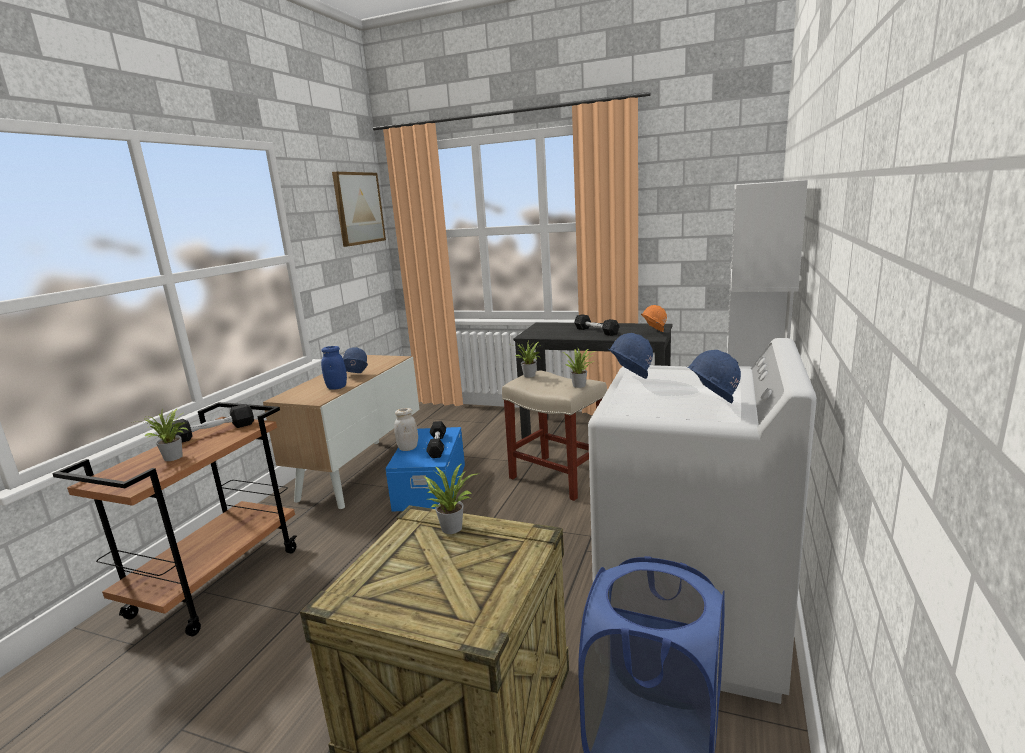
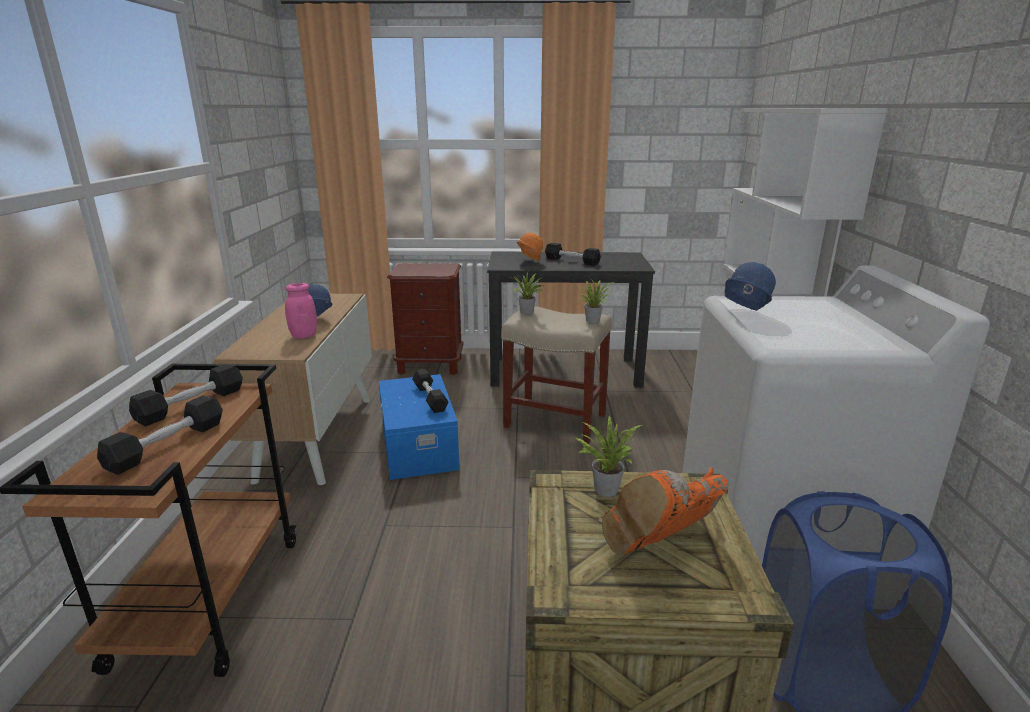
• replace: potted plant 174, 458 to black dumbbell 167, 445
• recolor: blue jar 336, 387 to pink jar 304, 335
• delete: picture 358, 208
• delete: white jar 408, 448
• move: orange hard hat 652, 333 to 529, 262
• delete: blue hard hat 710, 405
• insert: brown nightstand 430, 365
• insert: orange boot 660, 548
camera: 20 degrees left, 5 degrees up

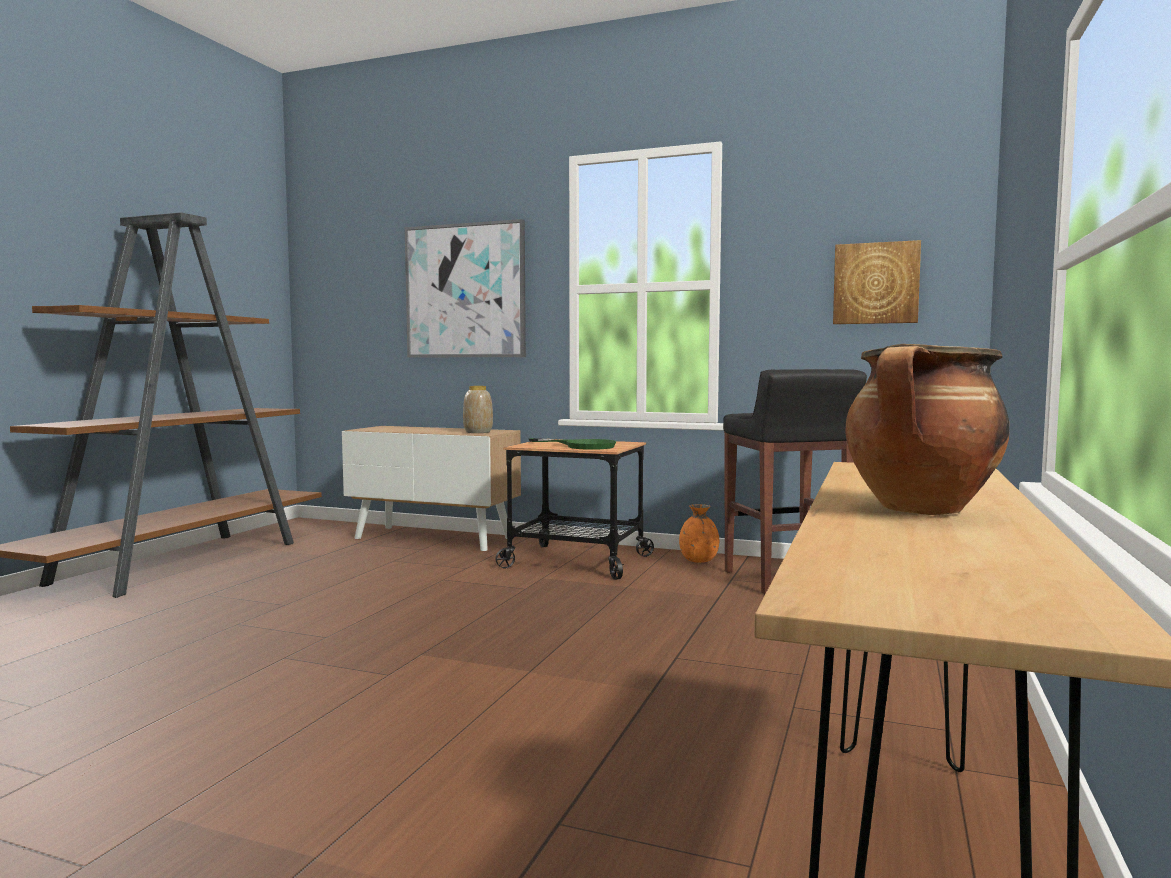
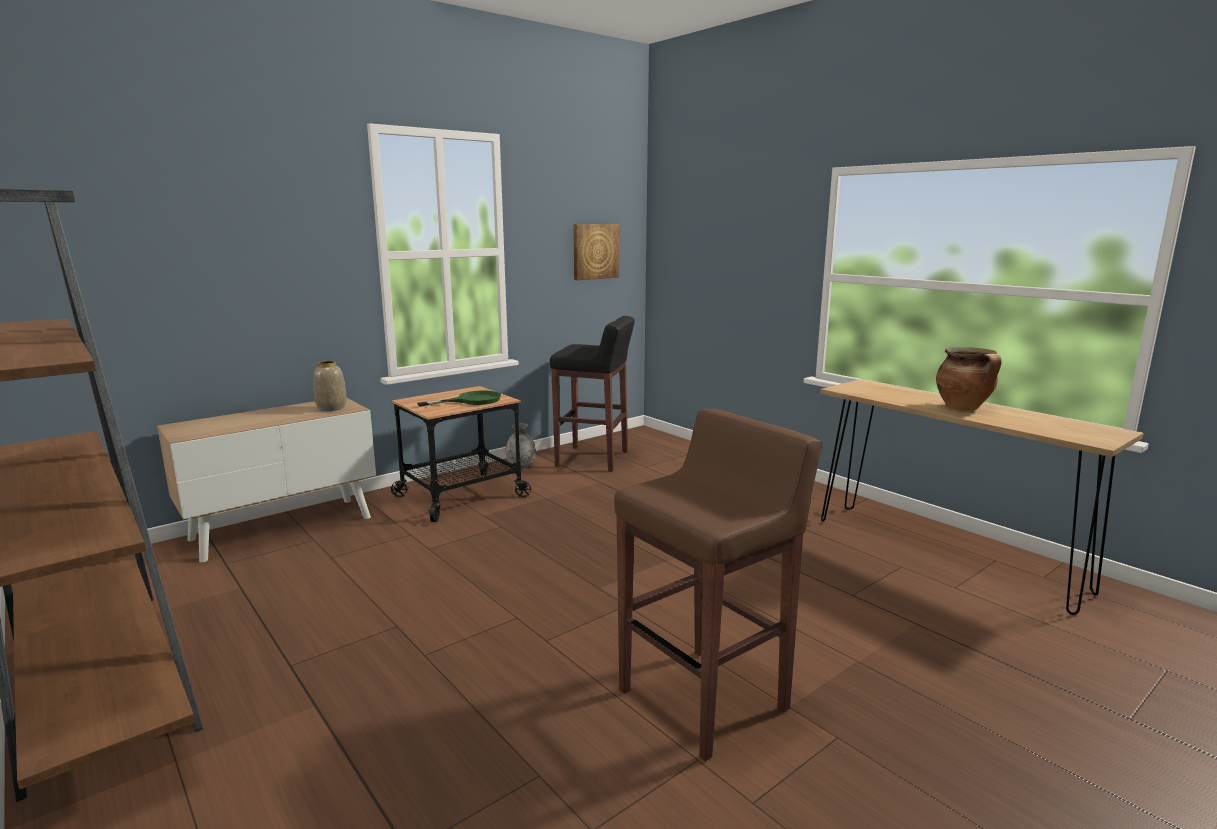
• delete: picture 465, 291
• recolor: orange vase 699, 560 to grey vase 521, 465
• insert: brown stool 705, 699
camera: 60 degrees left, 10 degrees up

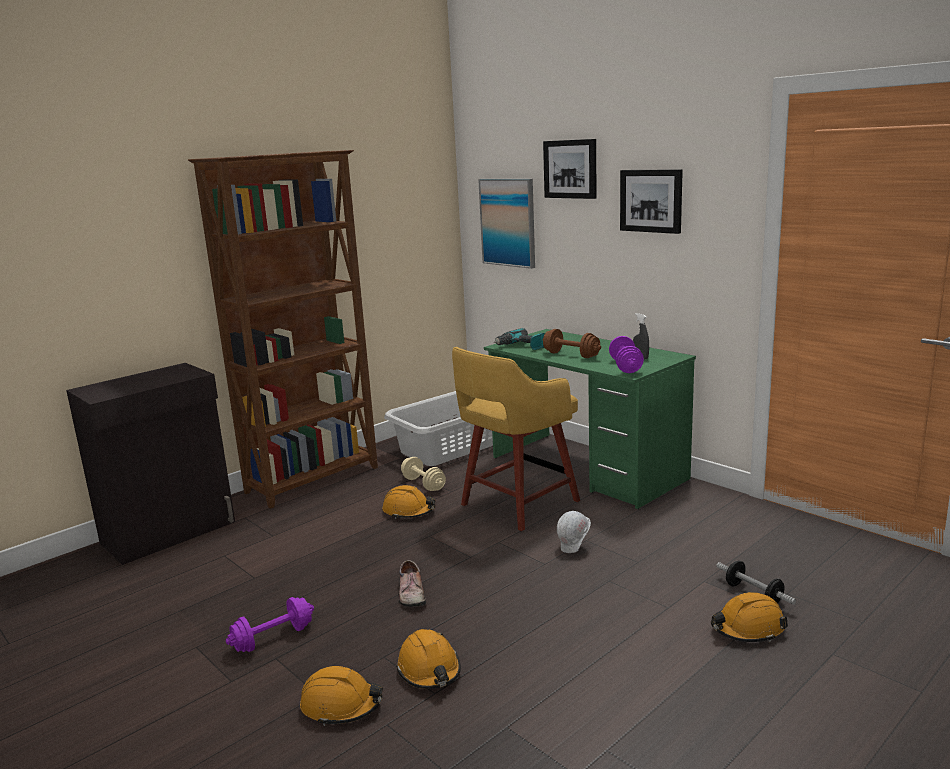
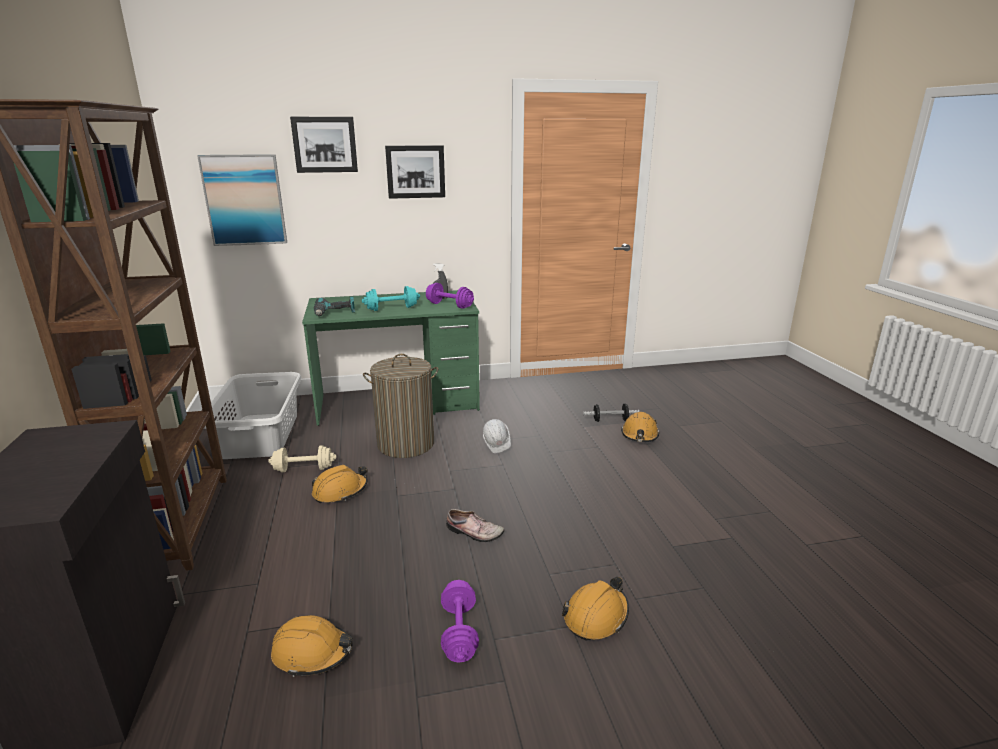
• move: orange hard hat 429, 670 to 312, 653
• replace: yellow stool 516, 504 to laundry basket 405, 444
• recolor: brown dumbbell 571, 355 to turquoise dumbbell 392, 308
camera: 60 degrees left, 5 degrees up

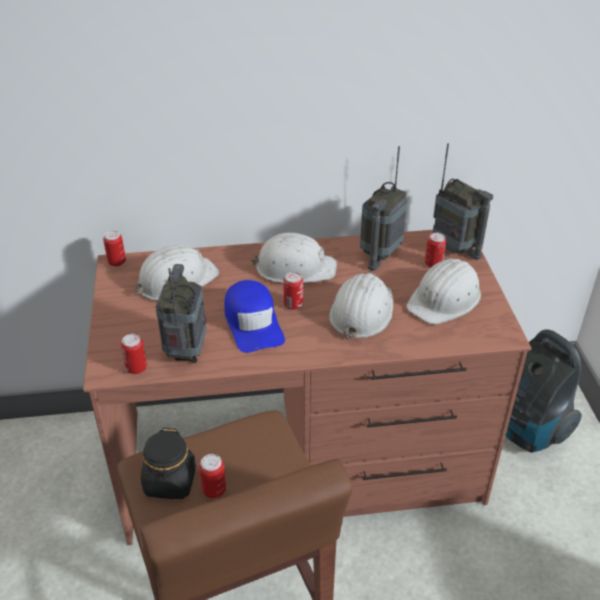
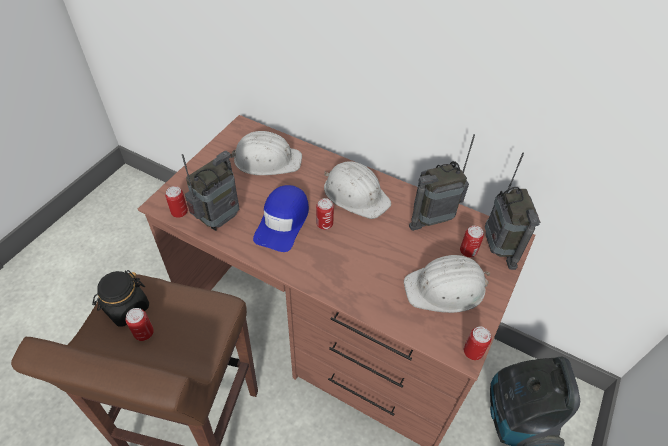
• move: can 117, 262 to 472, 352
• delete: white hard hat 361, 311
camera: 35 degrees right, 10 degrees up

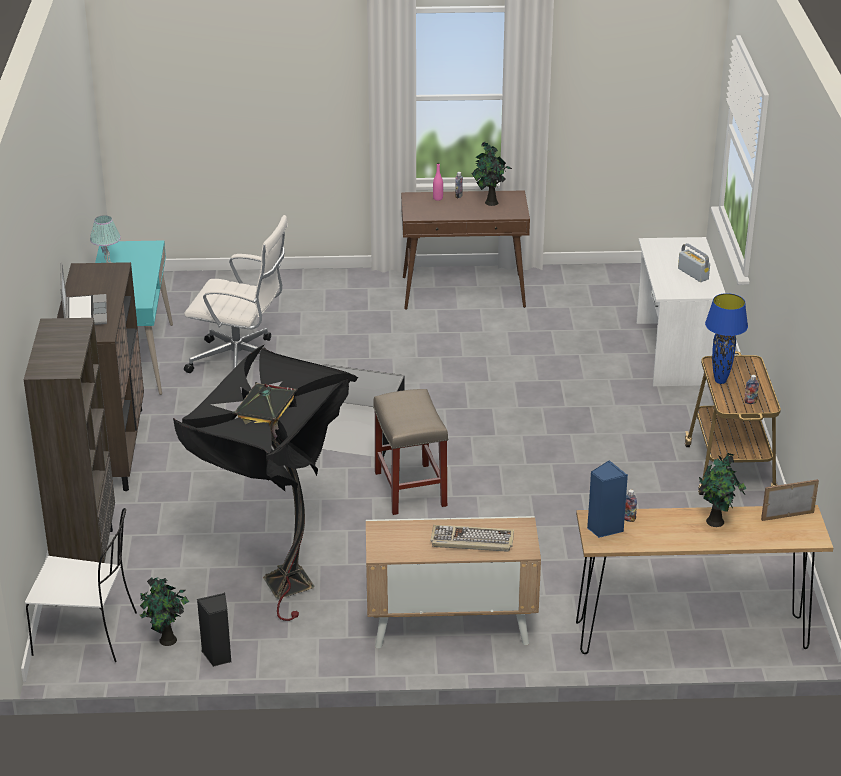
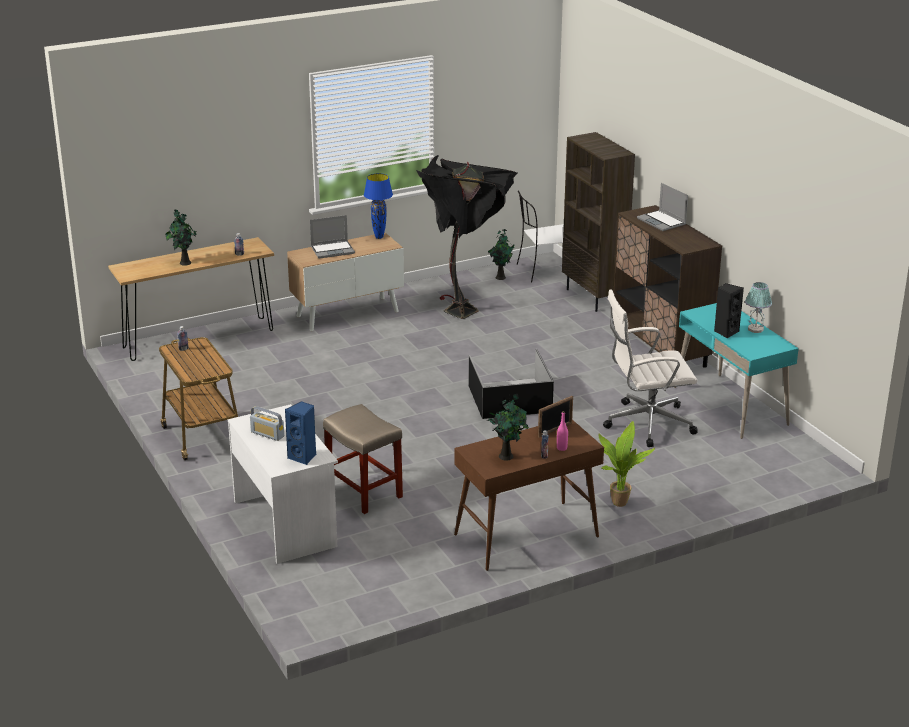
• move: black speaker 218, 656 to 725, 332
• move: beige stool 409, 488 to 365, 492
• replace: keyboard 471, 541 to laptop 333, 250
• move: blue speaker 603, 528 to 303, 457
• move: blue table lamp 720, 381 to 379, 237
• move: picture frame 787, 516 to 555, 430
• insert: potted plant 617, 502
camera: 155 degrees right, 5 degrees down

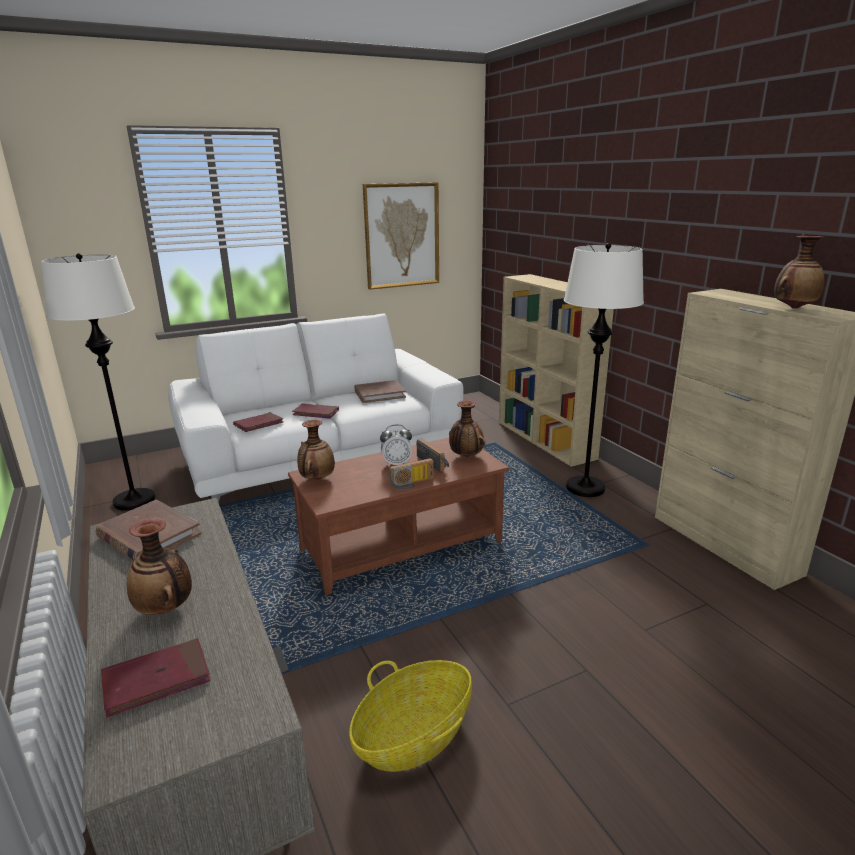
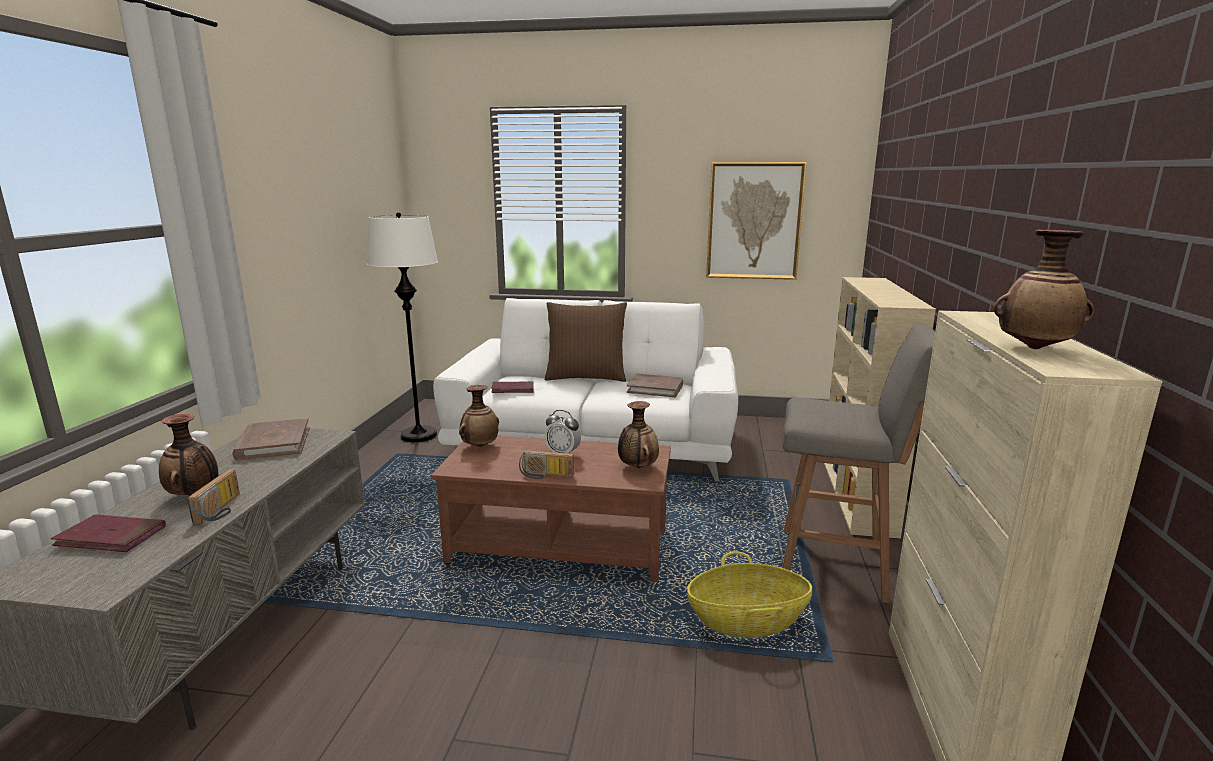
• delete: red book 316, 413
• move: basket 414, 736 to 747, 620
• move: radio 434, 463 to 222, 510
• replace: white floor lamp 585, 488 to grey stool 837, 564
• insert: brown pillow 586, 377
camera: 35 degrees right, 5 degrees down

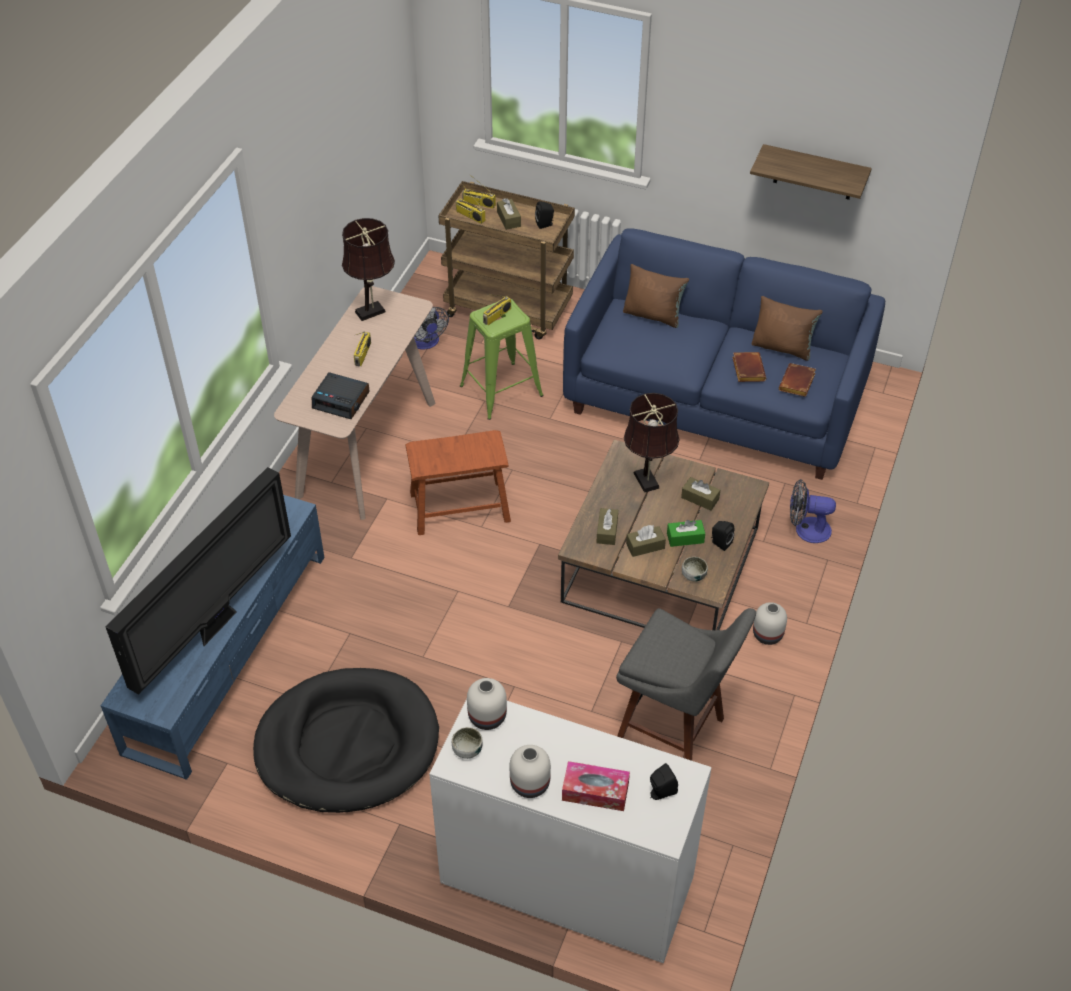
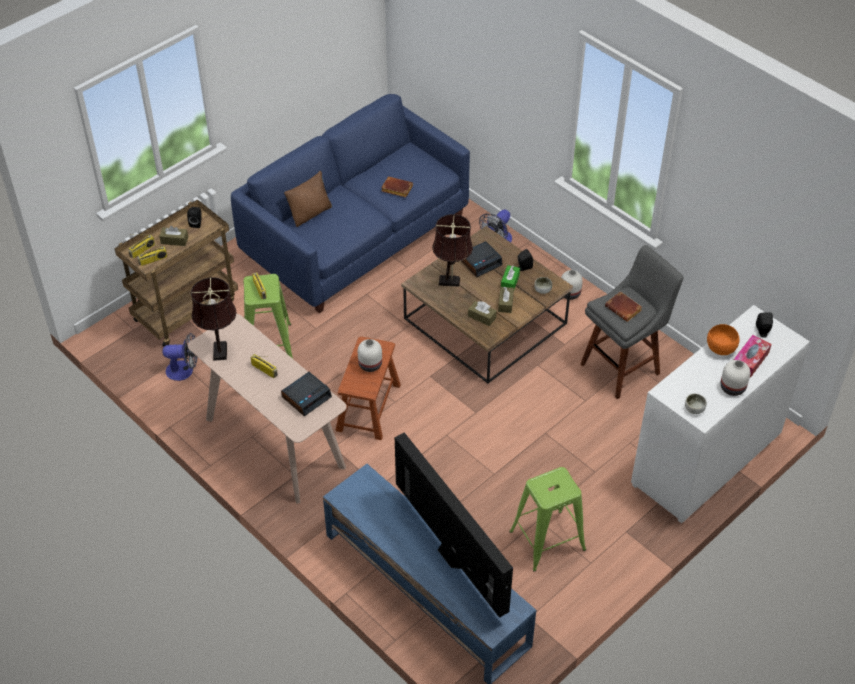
• replace: black dog bed 347, 744 to green stool 548, 540
• move: white vase 487, 716 to 369, 365
• replace: brown tissue box 700, 498 to alarm clock 480, 262
• delete: shelf 814, 173
• delete: brown pillow 782, 347
• move: brown book 797, 384 to 624, 309
• insert: orange bowl 720, 349
camera: 65 degrees left, 0 degrees up

